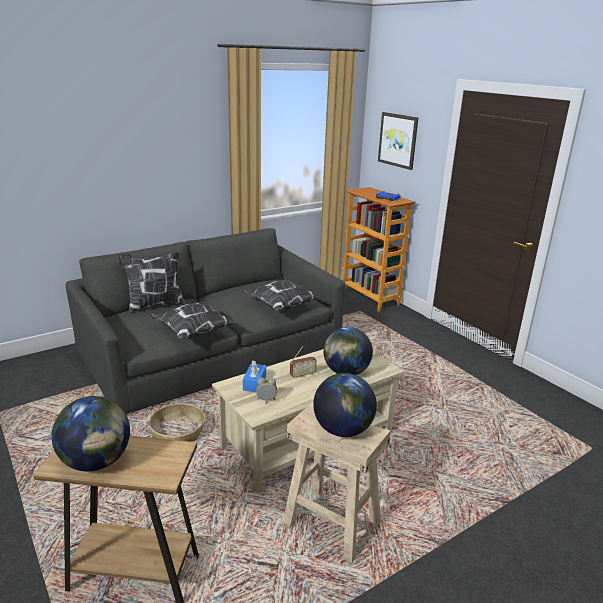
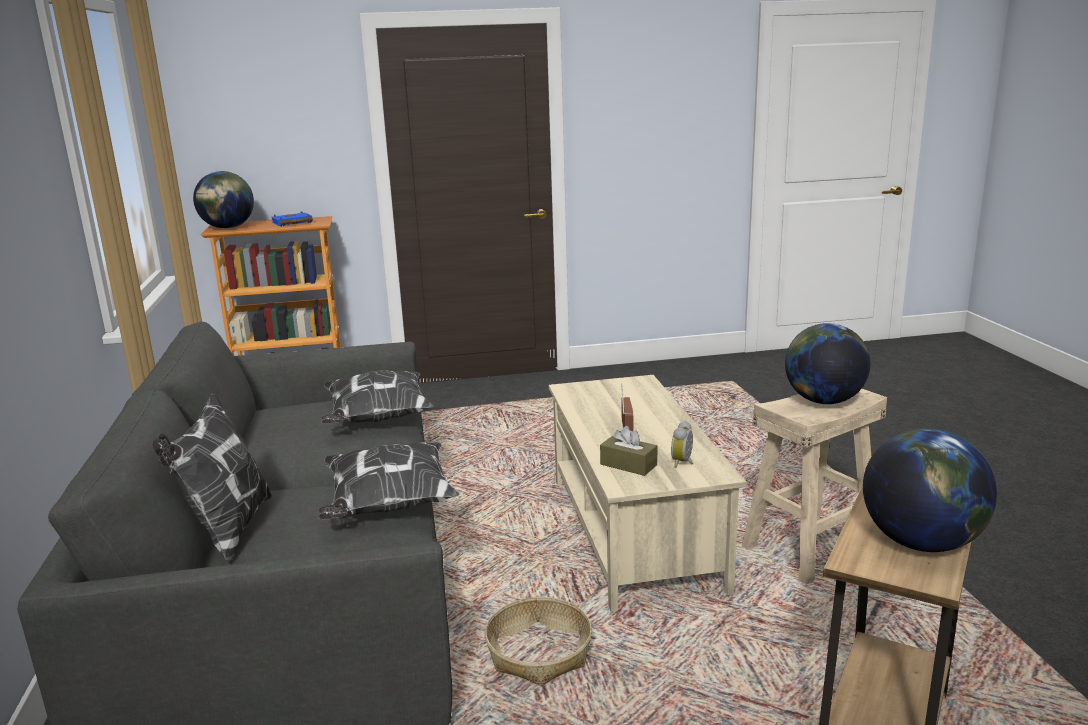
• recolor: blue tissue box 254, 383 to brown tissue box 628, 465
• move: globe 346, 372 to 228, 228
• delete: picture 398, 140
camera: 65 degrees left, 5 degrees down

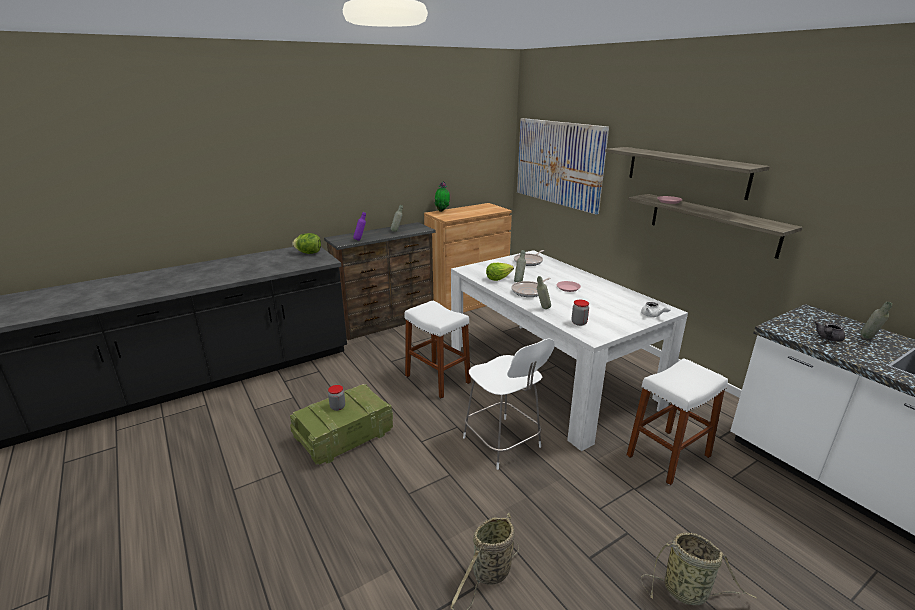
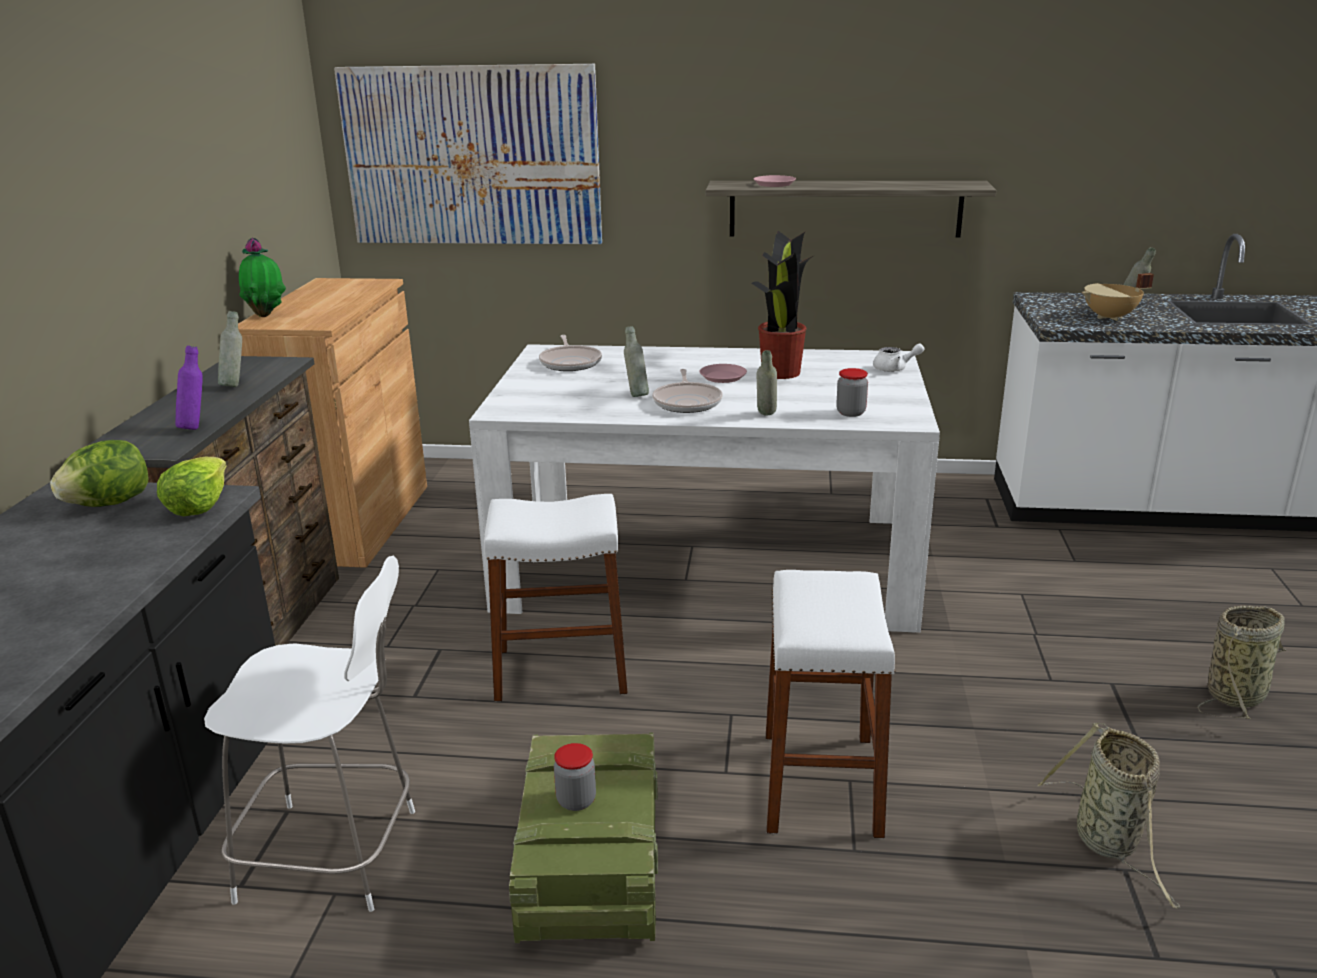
• move: white chair 503, 444 to 335, 856
• move: lettuce 498, 278 to 198, 505
• delete: shelf 685, 171
• move: white stool 668, 456 to 821, 783
• replace: grey teapot 828, 338 to beige cooking pot 1110, 317
• insert: potted plant 781, 372
camera: 50 degrees left, 0 degrees up

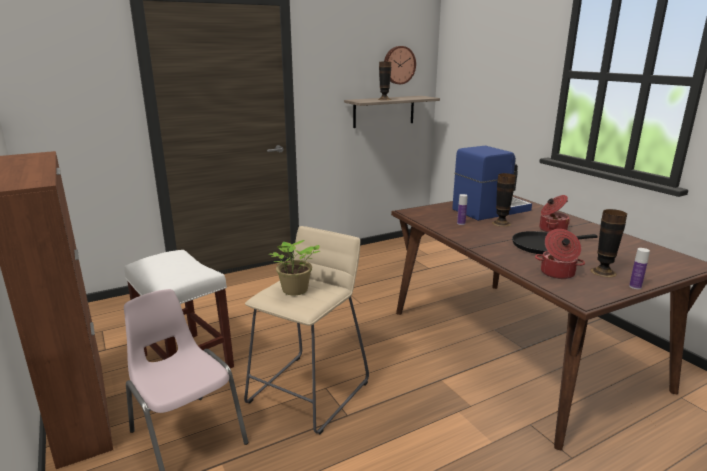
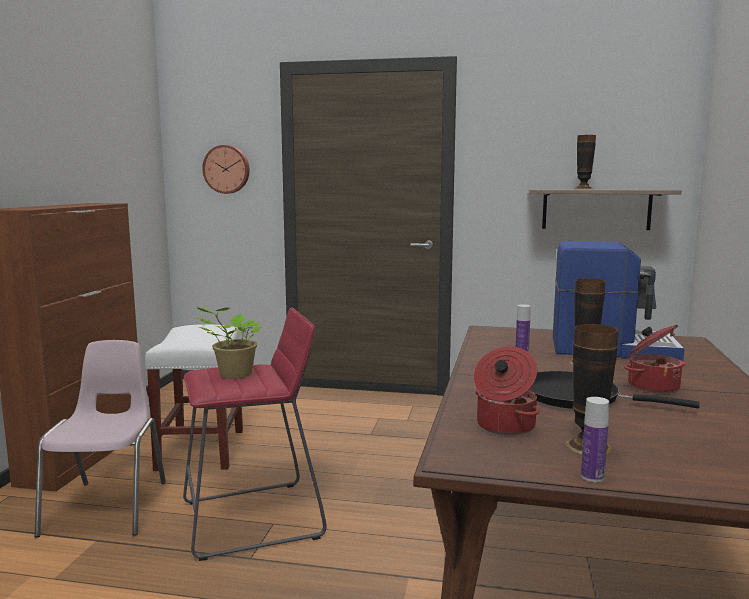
• recolor: beige stool 309, 391 to red stool 253, 519
• move: wall clock 398, 65 to 227, 169
camera: 40 degrees right, 10 degrees down

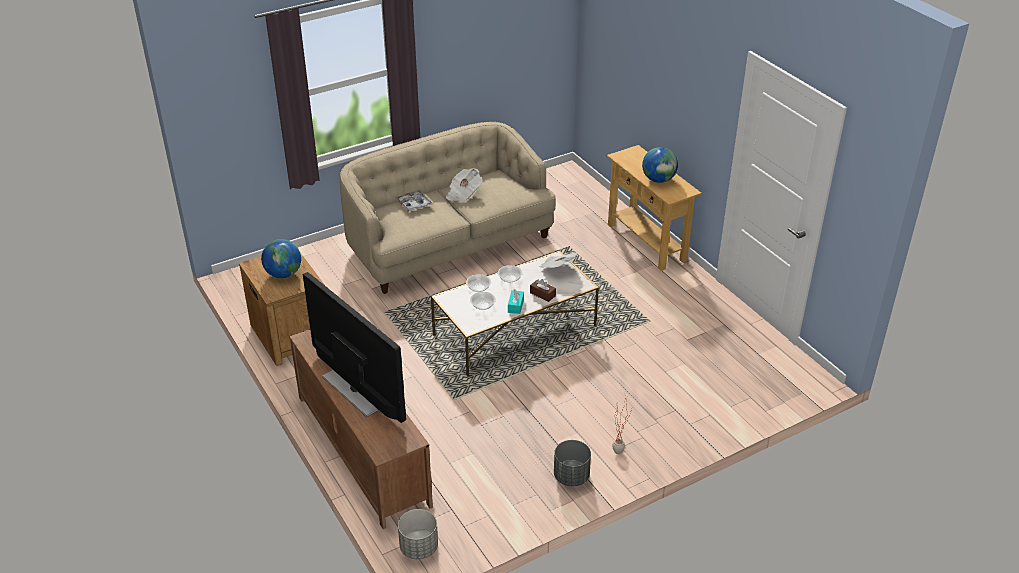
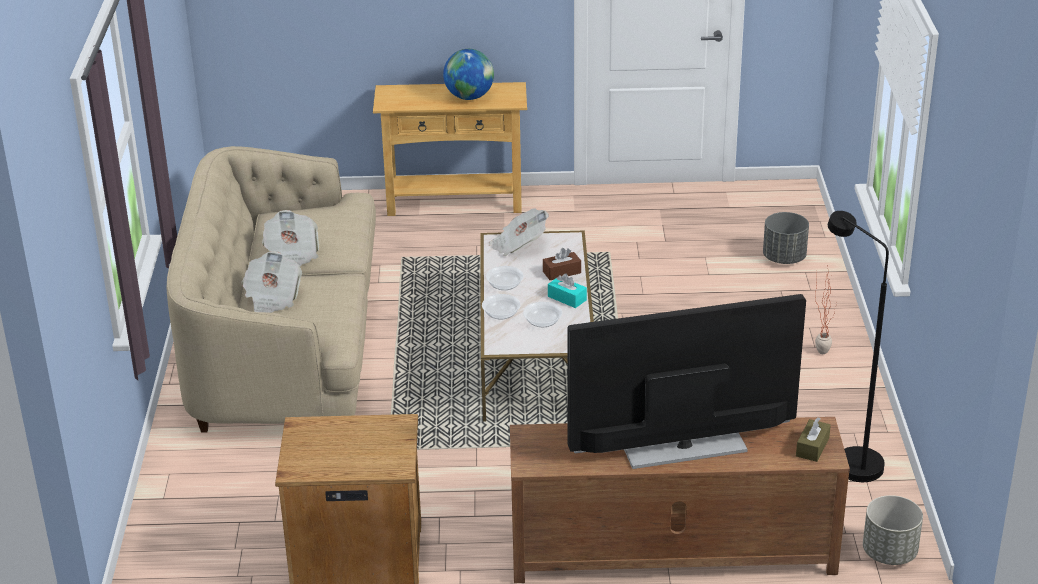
• delete: globe 283, 274
• replace: tray 414, 204 to newspaper 272, 298
• move: grey planter 571, 477 to 784, 258
• insert: brown tissue box 812, 447
• insert: black floor lamp 848, 460
camera: 60 degrees left, 5 degrees down

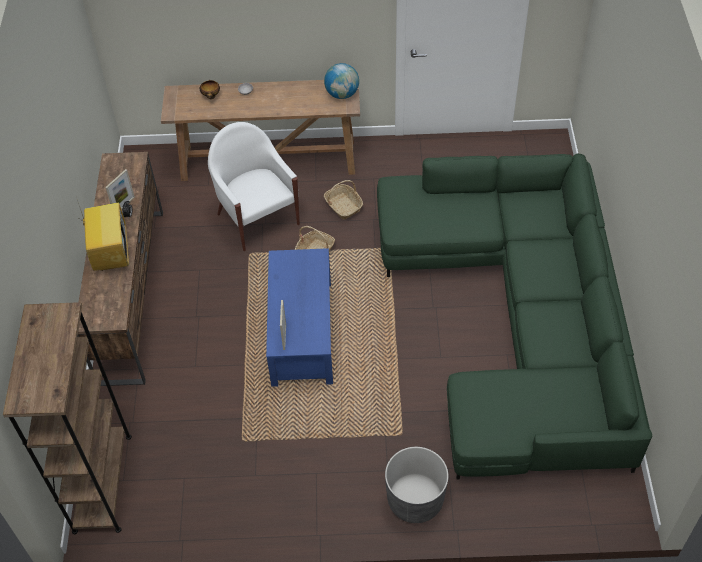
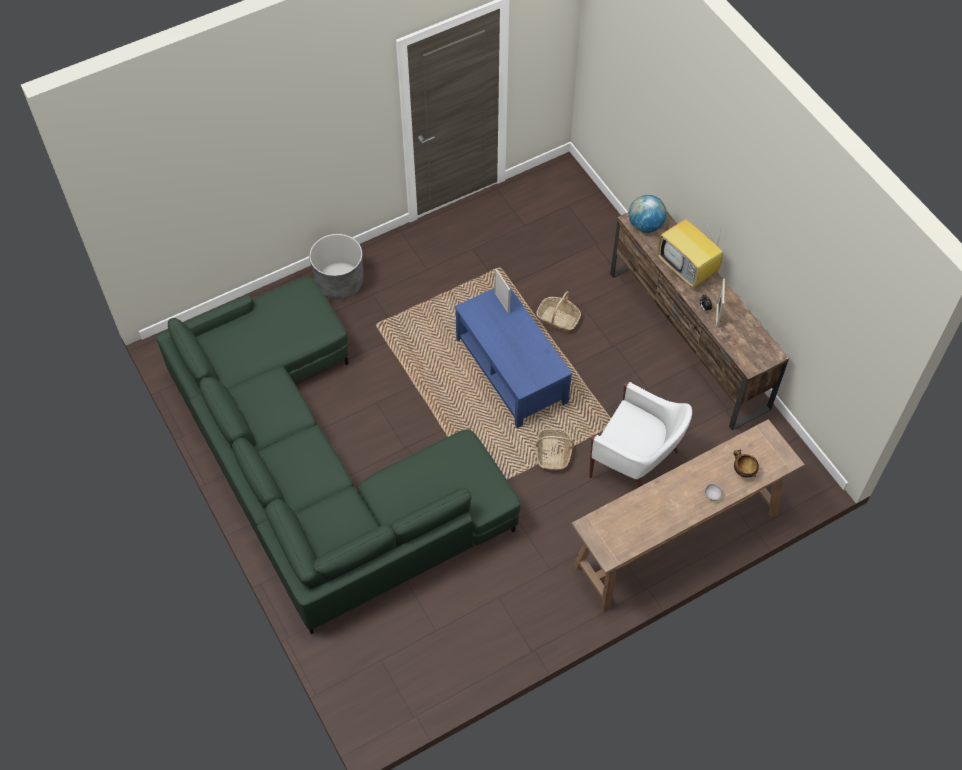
• delete: brown bookcase 102, 483
• move: globe 342, 94 to 645, 225
• move: basket 343, 206 to 558, 319
camera: 150 degrees right, 5 degrees up

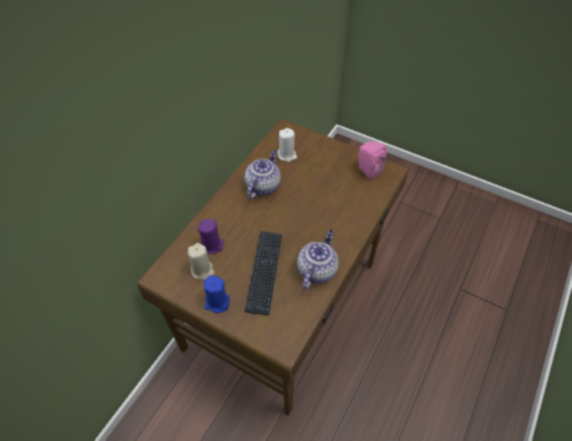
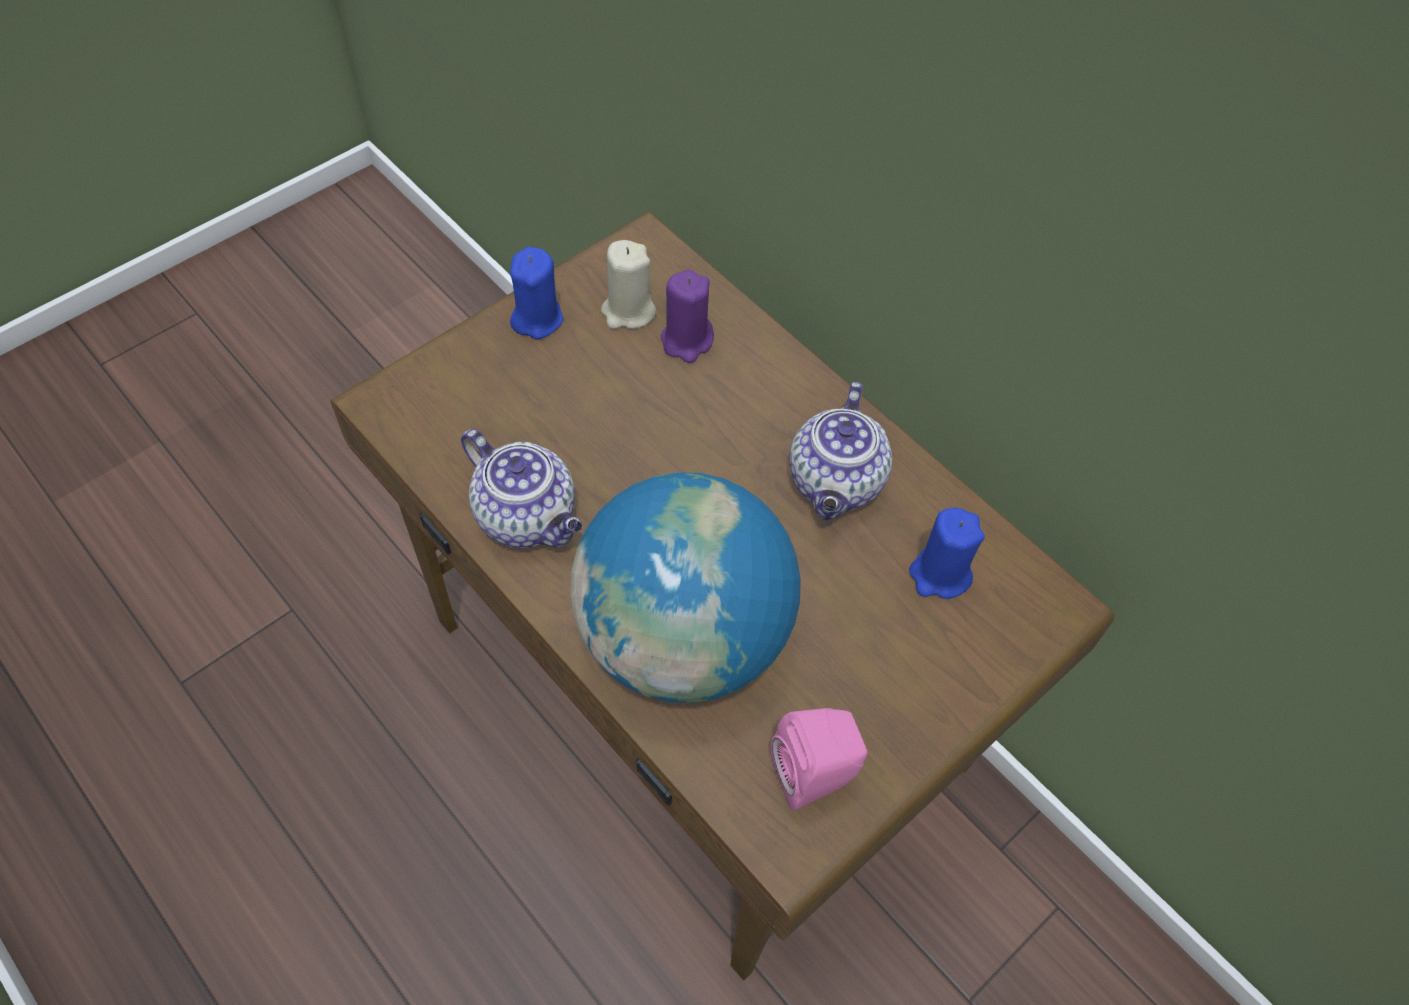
• rotate: teapot 263, 186 = 836, 484 60 degrees clockwise
• delete: keyboard 264, 272
• recolor: white candle 287, 155 to blue candle 939, 575
• insert: globe 683, 637
camera: 105 degrees right, 5 degrees up

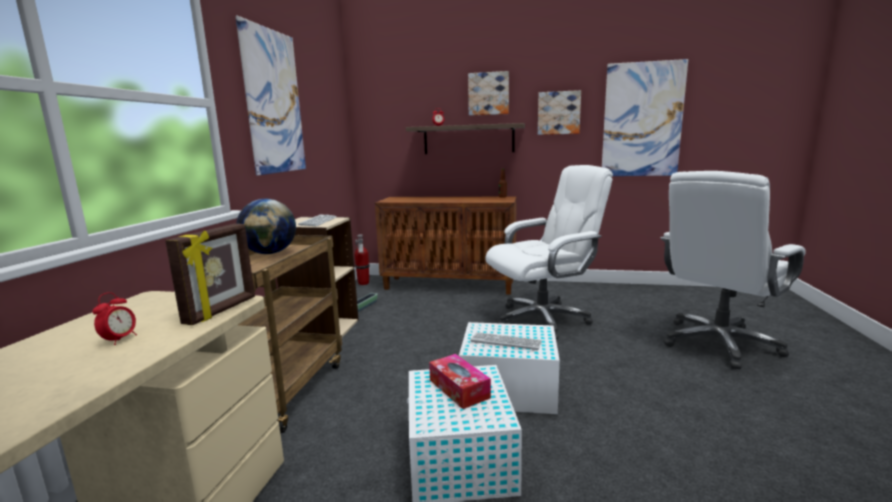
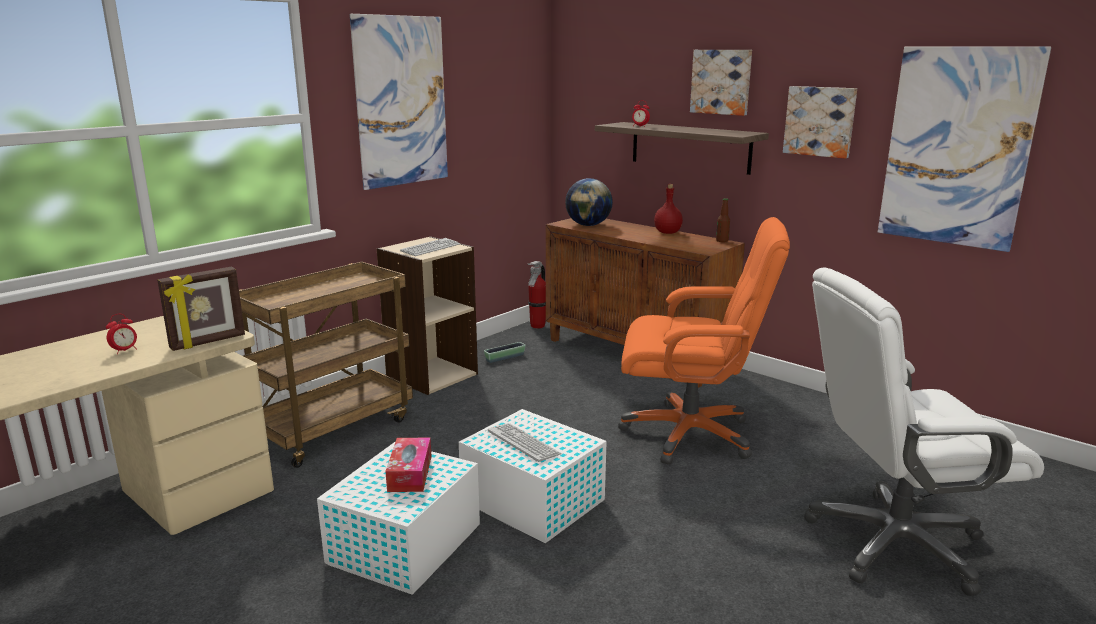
• move: globe 270, 253 to 588, 225
• recolor: white office chair 542, 319 to orange office chair 690, 434
• insert: red bottle 668, 233
camera: 30 degrees right, 5 degrees up

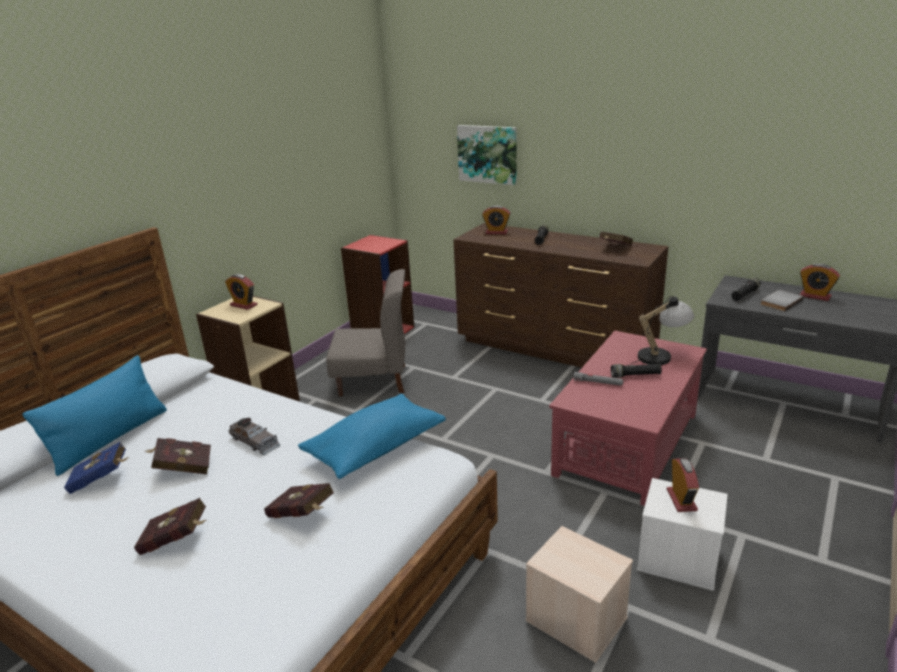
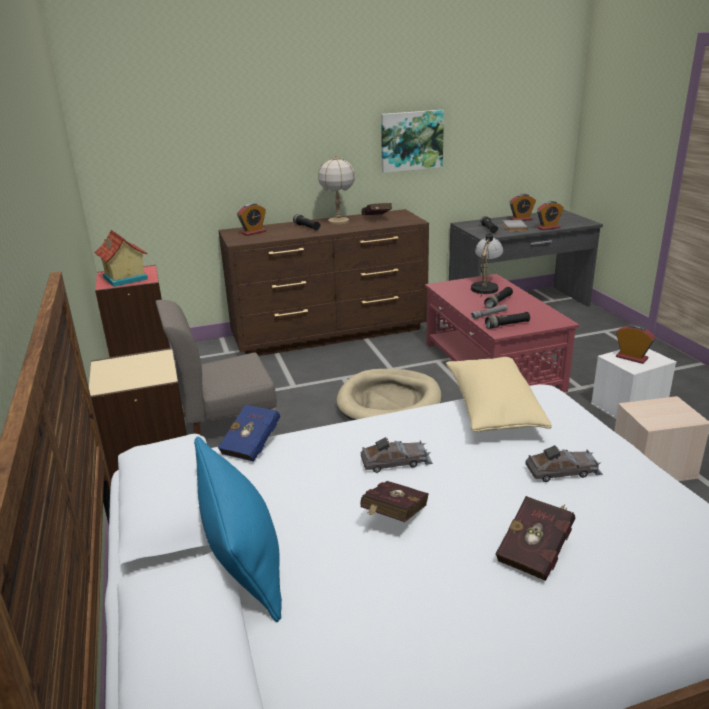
• move: blue book 103, 480 to 253, 445
• move: alarm clock 243, 305 to 548, 228
• replace: red book 303, 515 to grey toy car 563, 471
• recolor: blue pillow 375, 448 to beige pillow 492, 409
• rotate: grey chair 373, 380 = 225, 422 150 degrees counterclockwise
• move: picture 488, 154 to 411, 140
• insert: toy house 124, 279
• insert: table lamp 338, 222
• insert: beige dog bed 389, 402
• insert: black flashlight 507, 325
camera: 50 degrees left, 0 degrees up

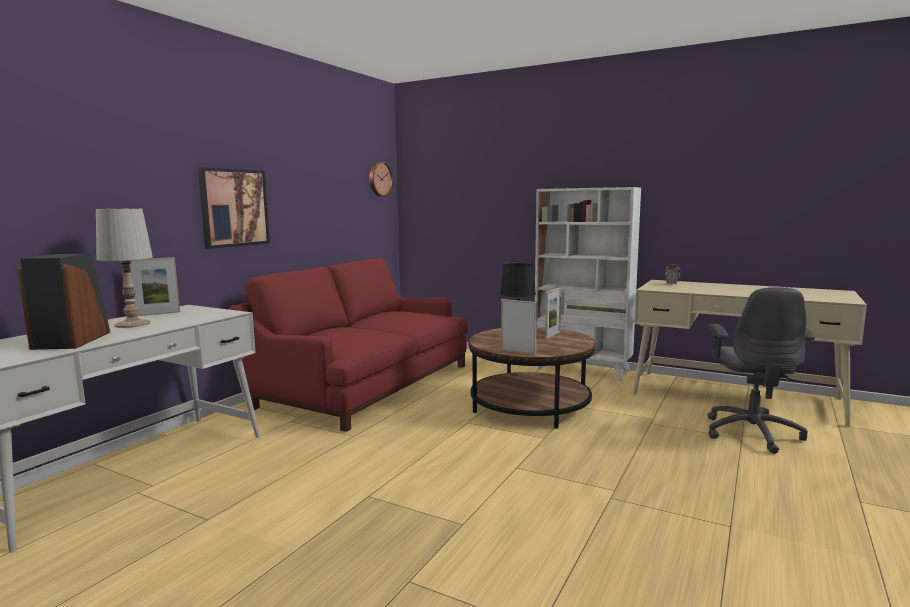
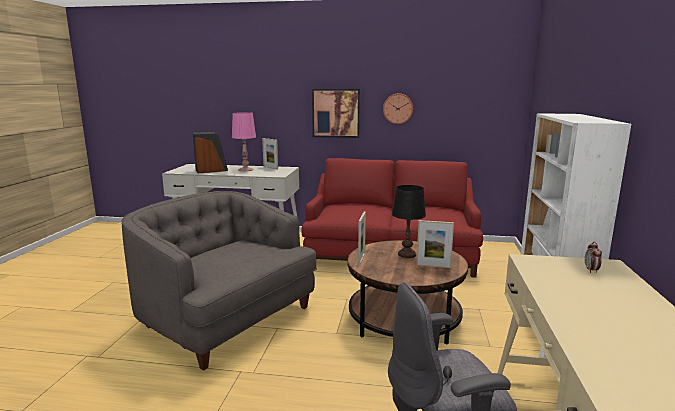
• recolor: white table lamp 132, 324 to pink table lamp 245, 169
• move: wall clock 379, 179 to 398, 108
• insert: grey armchair 225, 319
camera: 70 degrees right, 5 degrees up

